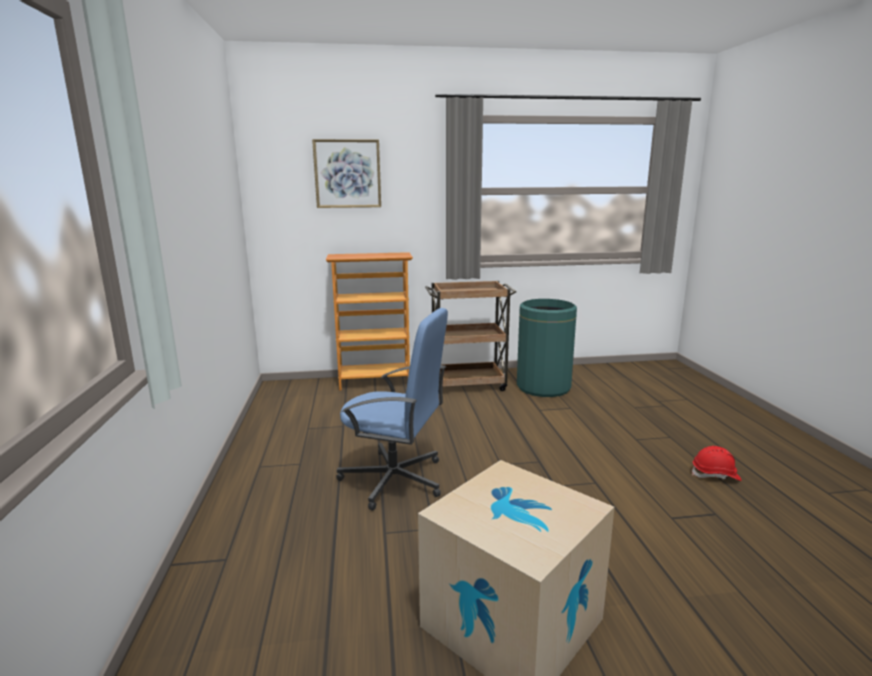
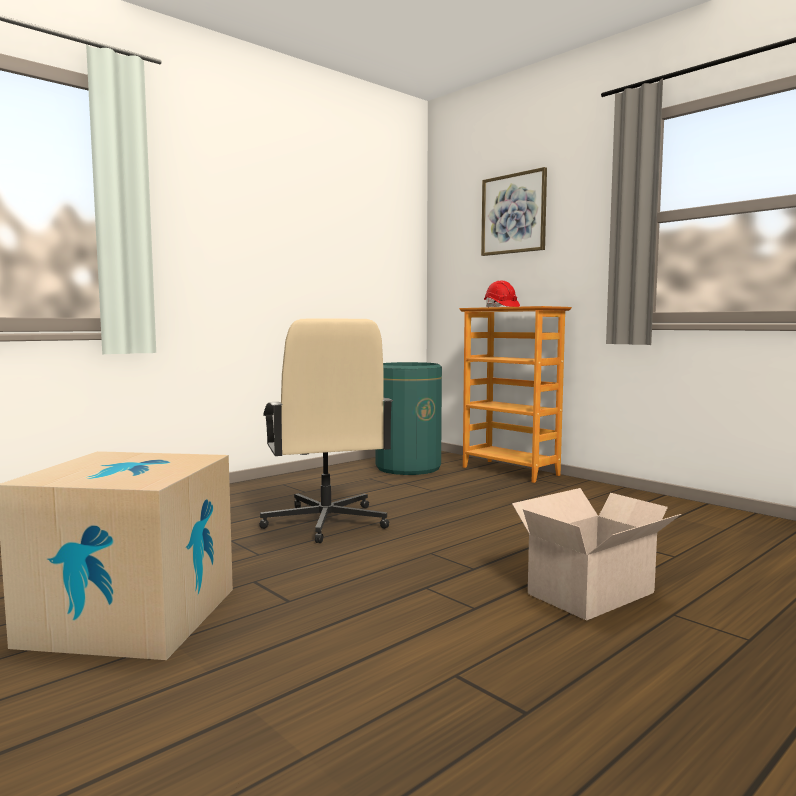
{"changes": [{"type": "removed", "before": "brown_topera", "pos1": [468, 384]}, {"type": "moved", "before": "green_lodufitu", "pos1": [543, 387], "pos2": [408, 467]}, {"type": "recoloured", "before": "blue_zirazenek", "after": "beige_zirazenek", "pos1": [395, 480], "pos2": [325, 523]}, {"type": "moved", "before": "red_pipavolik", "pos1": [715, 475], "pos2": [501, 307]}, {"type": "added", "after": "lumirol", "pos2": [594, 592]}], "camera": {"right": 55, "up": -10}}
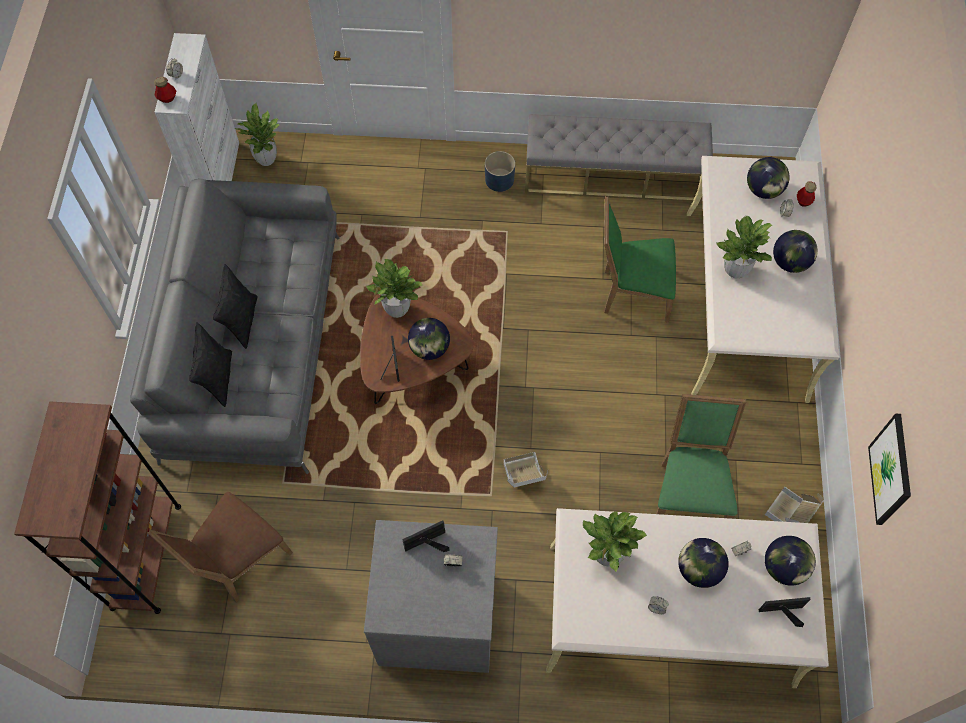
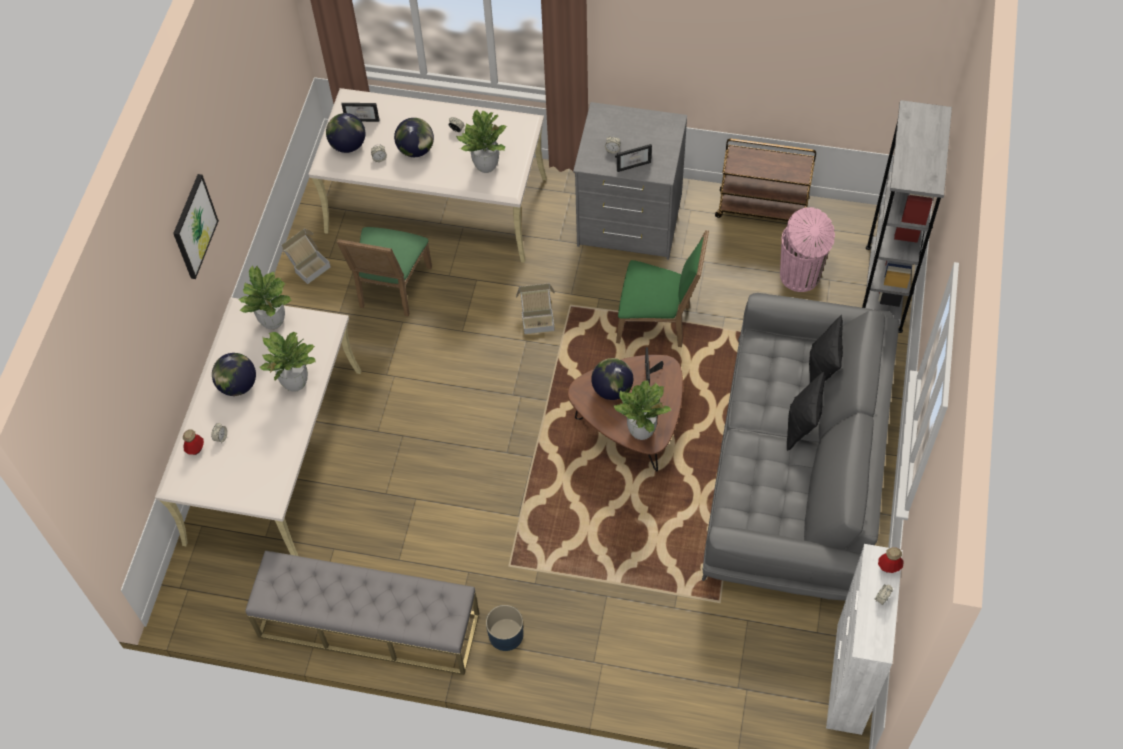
{"changes": [{"type": "moved", "before": "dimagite", "pos1": [266, 159], "pos2": [273, 322]}, {"type": "removed", "before": "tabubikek", "pos1": [763, 190]}, {"type": "moved", "before": "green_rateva", "pos1": [631, 292], "pos2": [658, 322]}, {"type": "recoloured", "before": "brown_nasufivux", "after": "grey_nasufivux", "pos1": [146, 556], "pos2": [883, 288]}, {"type": "moved", "before": "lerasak", "pos1": [891, 470], "pos2": [194, 226]}, {"type": "replaced", "before": "brown_rateva", "after": "pink_lodufitu", "pos1": [238, 561], "pos2": [801, 276]}, {"type": "added", "after": "brown_topera", "pos2": [762, 209]}], "camera": {"right": -170, "up": -5}}
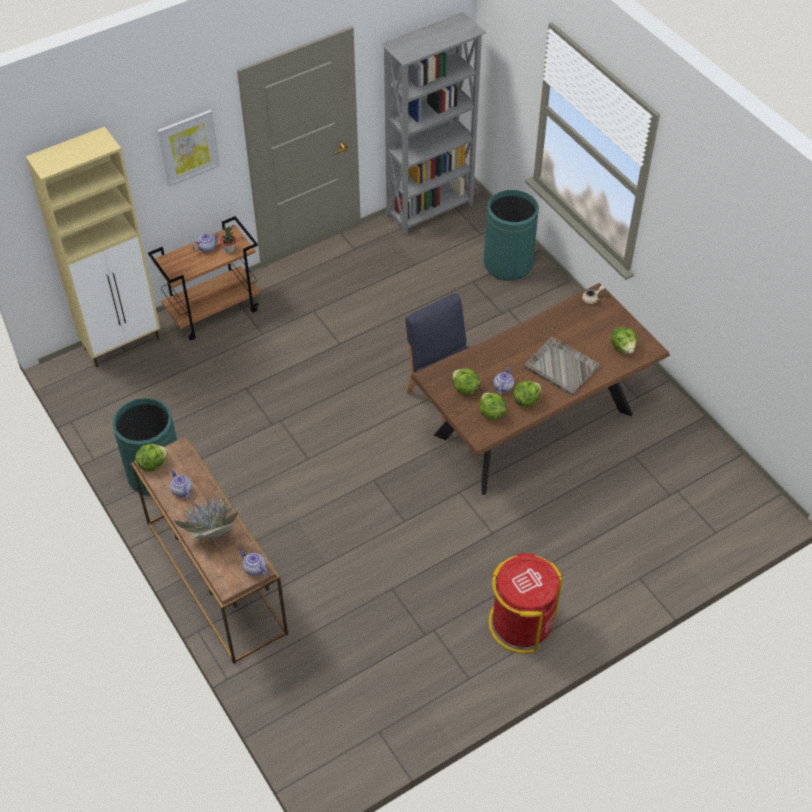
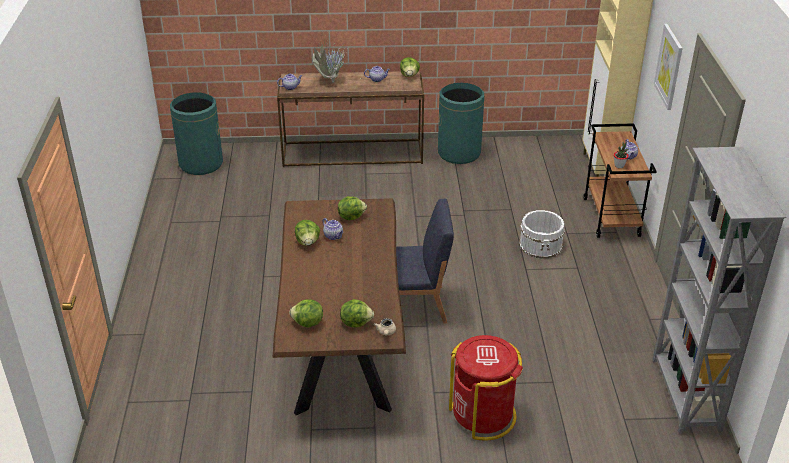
{"changes": [{"type": "moved", "before": "green_lodufitu", "pos1": [508, 264], "pos2": [201, 163]}, {"type": "removed", "before": "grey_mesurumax", "pos1": [561, 367]}, {"type": "moved", "before": "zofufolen", "pos1": [491, 413], "pos2": [356, 322]}, {"type": "moved", "before": "red_lodufitu", "pos1": [521, 623], "pos2": [483, 415]}, {"type": "added", "after": "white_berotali", "pos2": [541, 245]}], "camera": {"right": 120, "up": -15}}
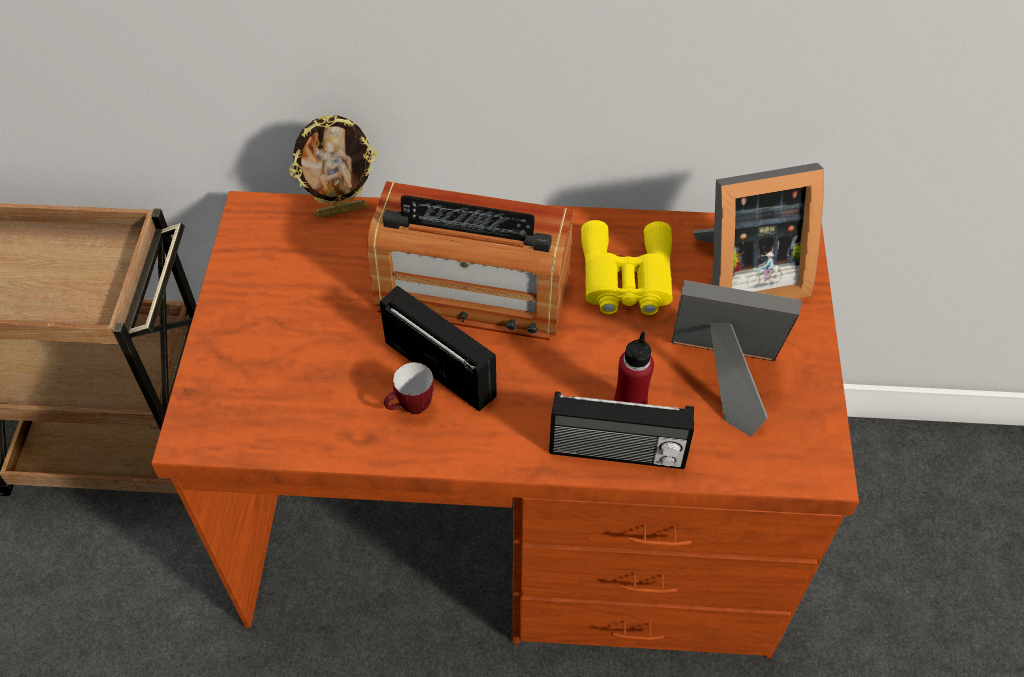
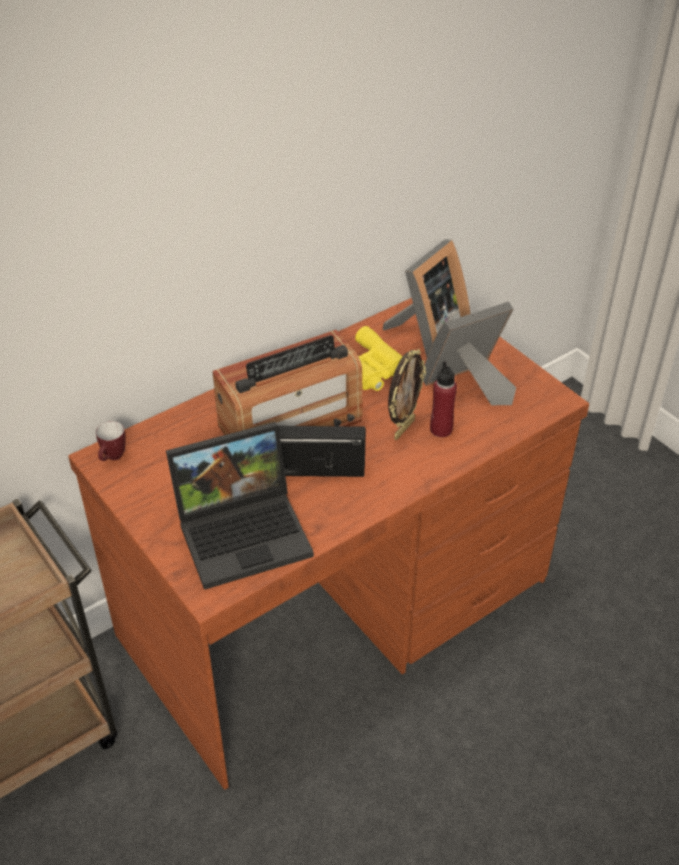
{"changes": [{"type": "moved", "before": "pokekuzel", "pos1": [341, 210], "pos2": [403, 428]}, {"type": "moved", "before": "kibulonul", "pos1": [411, 409], "pos2": [113, 458]}, {"type": "removed", "before": "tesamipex", "pos1": [617, 453]}, {"type": "added", "after": "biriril", "pos2": [245, 531]}], "camera": {"right": -40, "up": -10}}
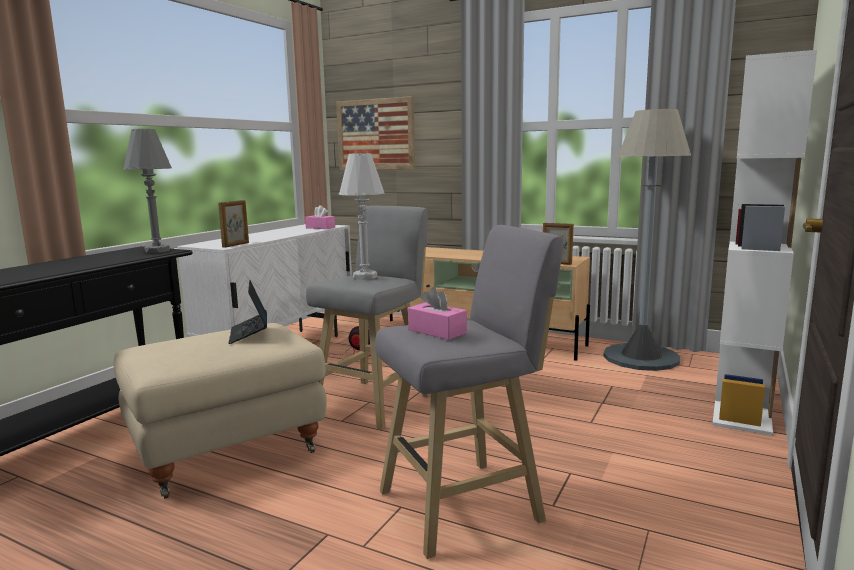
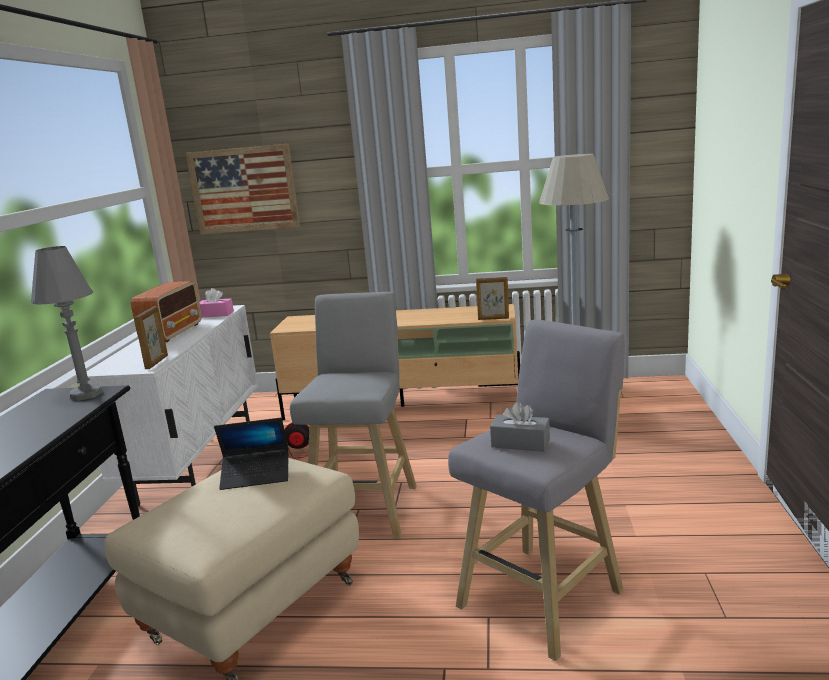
{"changes": [{"type": "removed", "before": "white_nasufivux", "pos1": [743, 396]}, {"type": "removed", "before": "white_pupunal", "pos1": [365, 277]}, {"type": "turned", "before": "biriril", "pos1": [249, 334], "pos2": [256, 475], "turn": -60}, {"type": "recoloured", "before": "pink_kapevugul", "after": "grey_kapevugul", "pos1": [437, 331], "pos2": [520, 443]}, {"type": "added", "after": "tesamipex", "pos2": [173, 333]}], "camera": {"right": -20, "up": 5}}
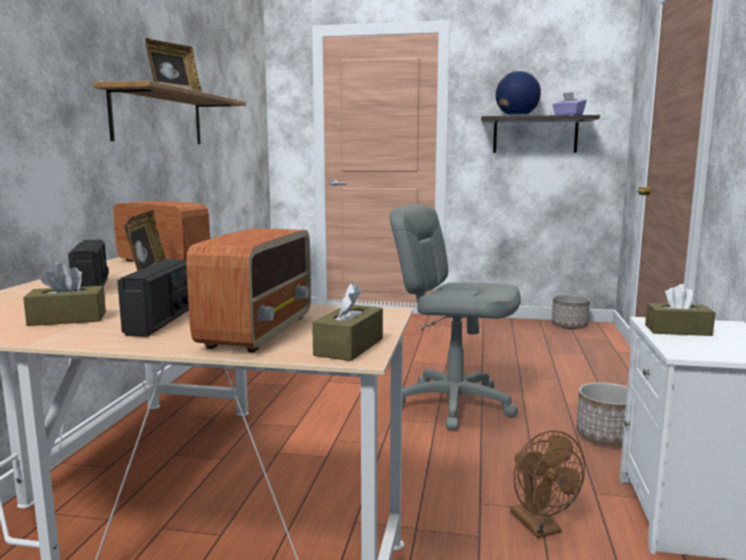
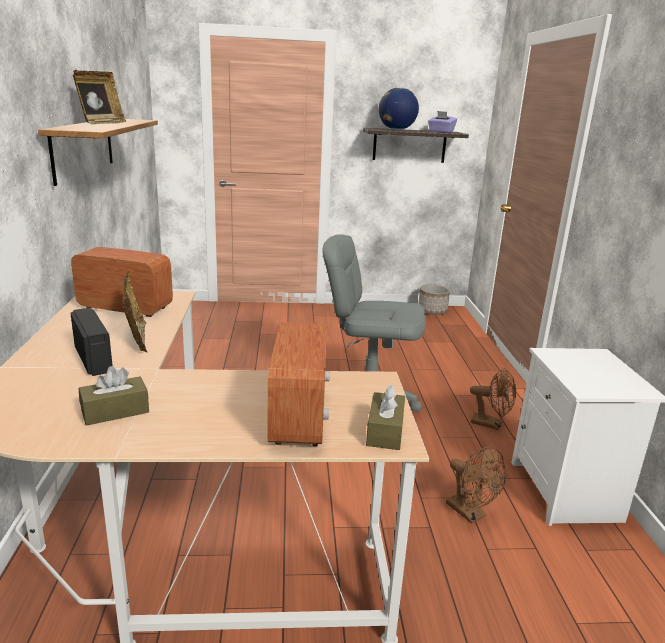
{"changes": [{"type": "removed", "before": "tesamipex", "pos1": [160, 321]}, {"type": "removed", "before": "brown_kapevugul", "pos1": [677, 330]}, {"type": "replaced", "before": "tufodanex", "after": "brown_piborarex", "pos1": [605, 436], "pos2": [491, 424]}], "camera": {"right": -15, "up": 10}}
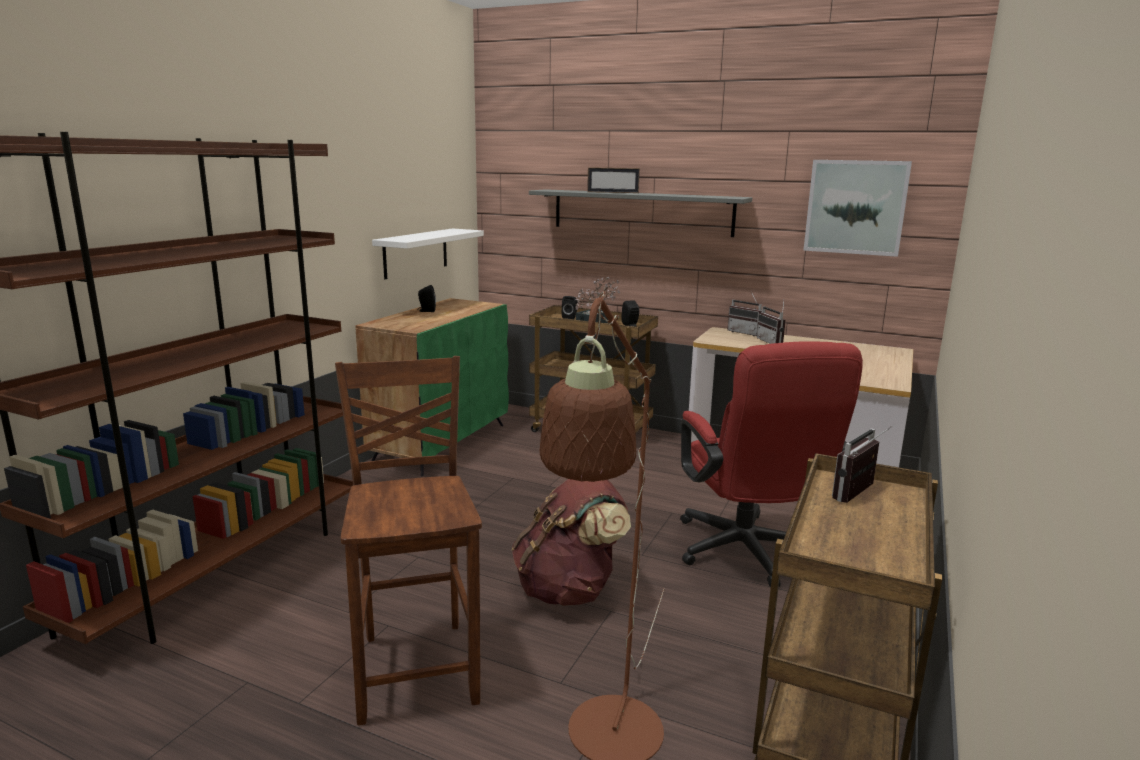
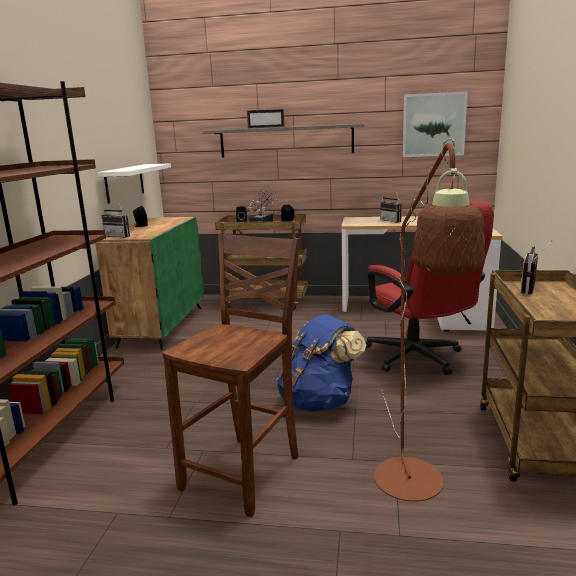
{"changes": [{"type": "moved", "before": "tesamipex", "pos1": [746, 333], "pos2": [120, 236]}, {"type": "turned", "before": "brown_rateva", "pos1": [418, 667], "pos2": [245, 472], "turn": 60}, {"type": "recoloured", "before": "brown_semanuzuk", "after": "blue_semanuzuk", "pos1": [569, 590], "pos2": [319, 401]}], "camera": {"right": -15, "up": 0}}
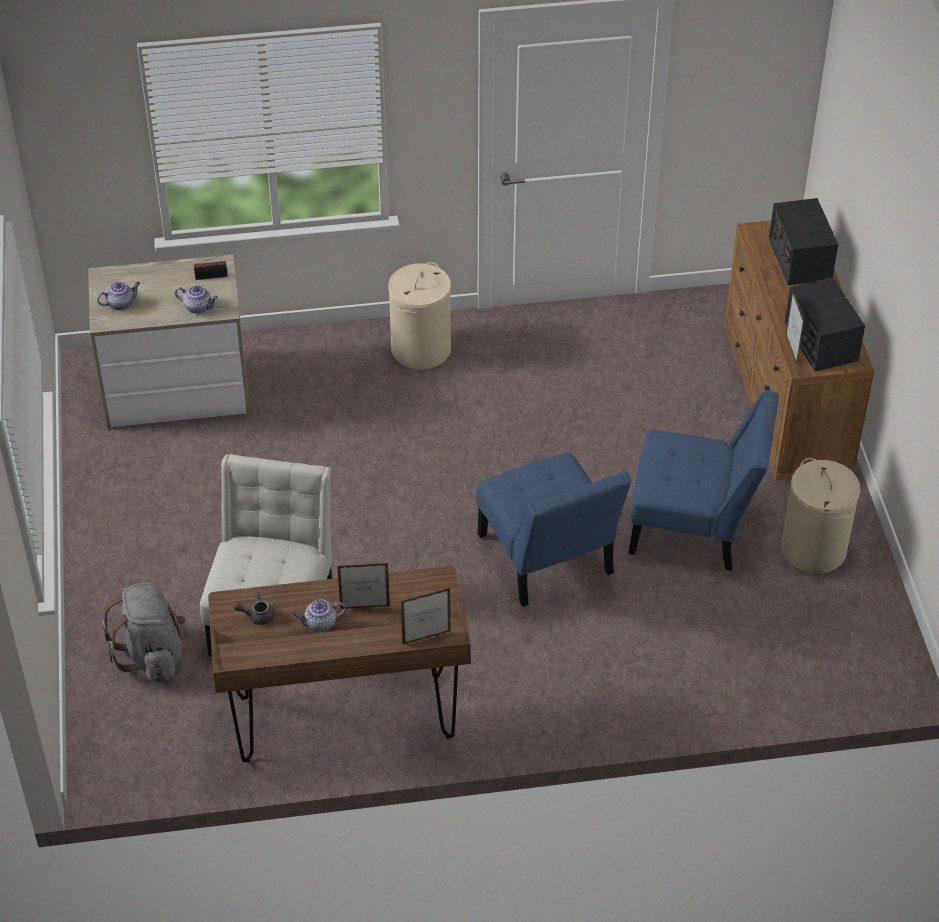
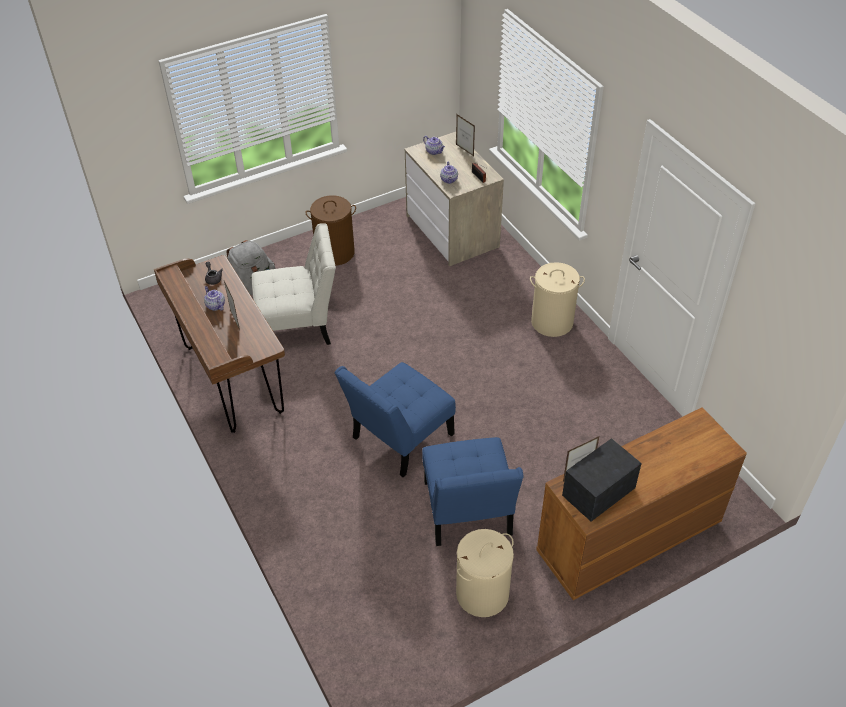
{"changes": [{"type": "removed", "before": "tesamipex", "pos1": [799, 258]}, {"type": "moved", "before": "pokekuzel", "pos1": [426, 637], "pos2": [465, 150]}, {"type": "added", "after": "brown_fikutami", "pos2": [335, 253]}], "camera": {"right": 70, "up": 0}}
